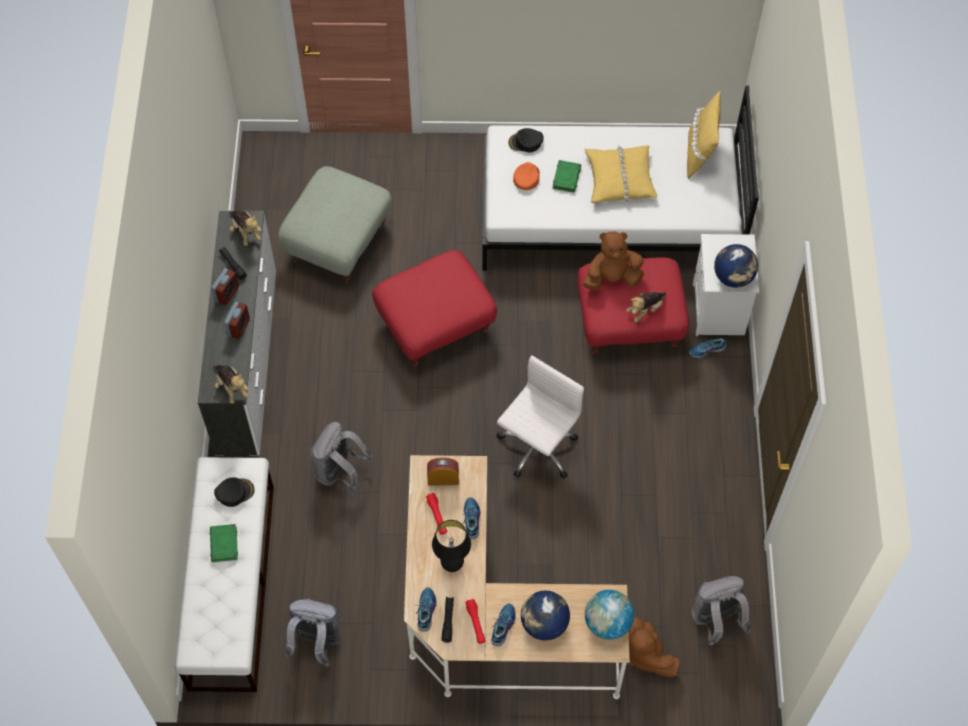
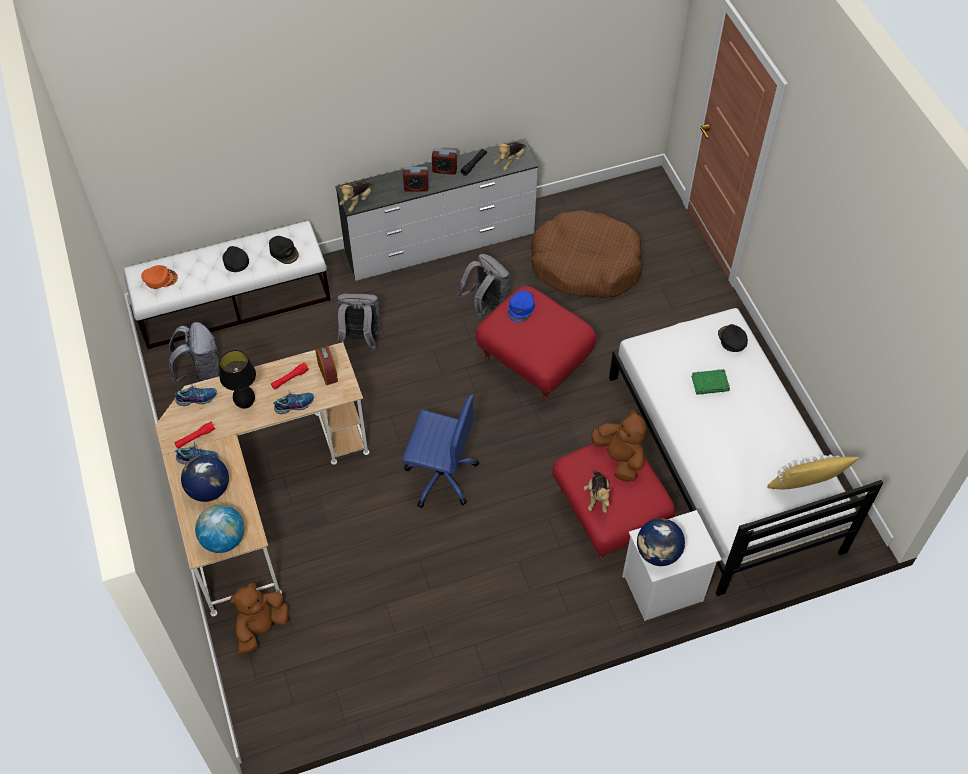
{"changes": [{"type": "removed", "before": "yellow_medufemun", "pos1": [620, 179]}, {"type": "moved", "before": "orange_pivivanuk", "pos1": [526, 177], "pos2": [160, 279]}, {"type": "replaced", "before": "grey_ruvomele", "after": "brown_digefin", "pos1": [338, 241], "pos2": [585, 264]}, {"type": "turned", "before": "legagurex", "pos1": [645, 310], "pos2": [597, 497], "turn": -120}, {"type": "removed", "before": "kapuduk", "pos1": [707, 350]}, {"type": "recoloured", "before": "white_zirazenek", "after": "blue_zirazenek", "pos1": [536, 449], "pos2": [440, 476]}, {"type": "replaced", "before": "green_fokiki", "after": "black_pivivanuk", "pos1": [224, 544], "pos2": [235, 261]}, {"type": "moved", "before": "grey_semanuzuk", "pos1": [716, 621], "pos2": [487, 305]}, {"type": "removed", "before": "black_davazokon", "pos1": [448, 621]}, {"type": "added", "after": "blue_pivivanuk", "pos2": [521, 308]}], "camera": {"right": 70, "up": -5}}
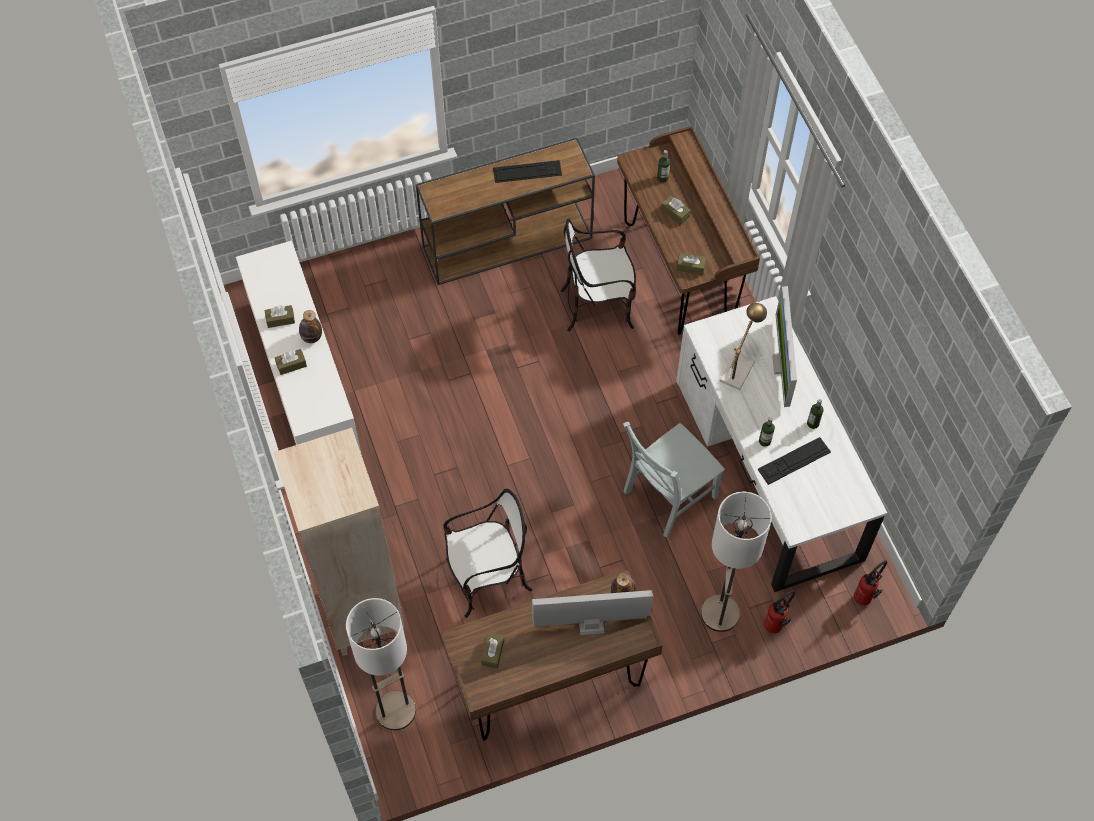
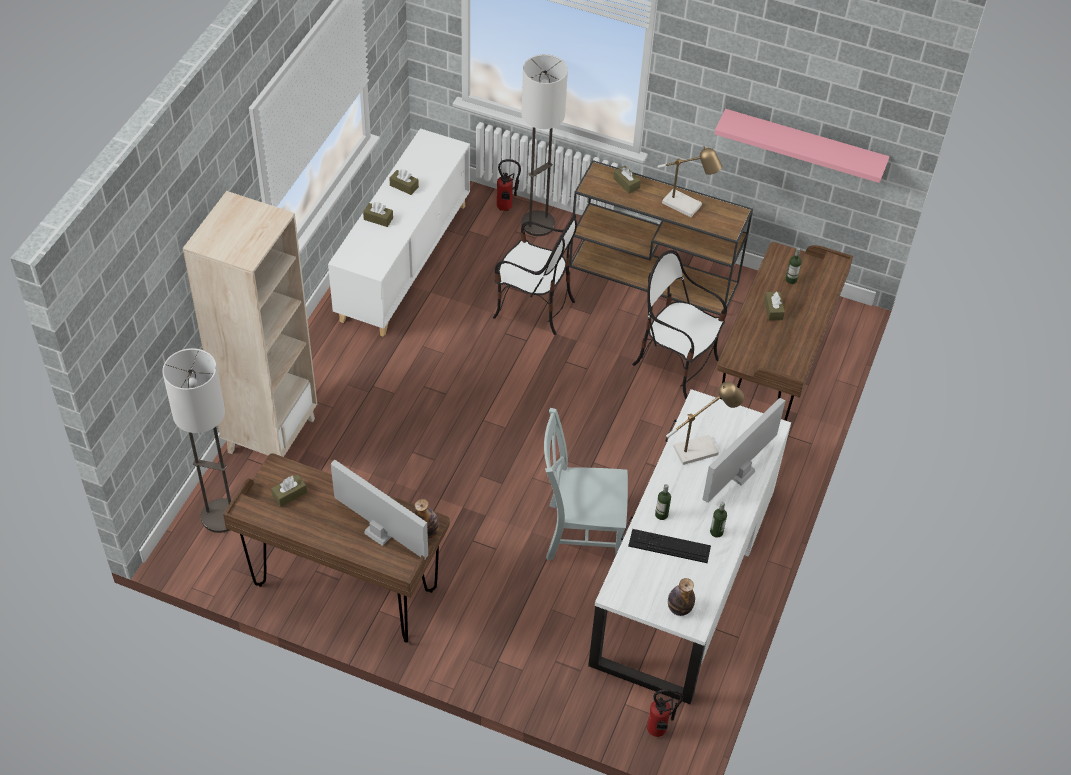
{"changes": [{"type": "replaced", "before": "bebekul", "after": "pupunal", "pos1": [527, 172], "pos2": [686, 206]}, {"type": "moved", "before": "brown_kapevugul", "pos1": [690, 267], "pos2": [626, 183]}, {"type": "moved", "before": "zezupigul", "pos1": [311, 337], "pos2": [679, 608]}, {"type": "moved", "before": "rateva", "pos1": [488, 578], "pos2": [533, 307]}, {"type": "moved", "before": "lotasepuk", "pos1": [720, 613], "pos2": [538, 224]}, {"type": "moved", "before": "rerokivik", "pos1": [776, 625], "pos2": [507, 208]}, {"type": "added", "after": "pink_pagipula", "pos2": [803, 145]}], "camera": {"right": 40, "up": -10}}
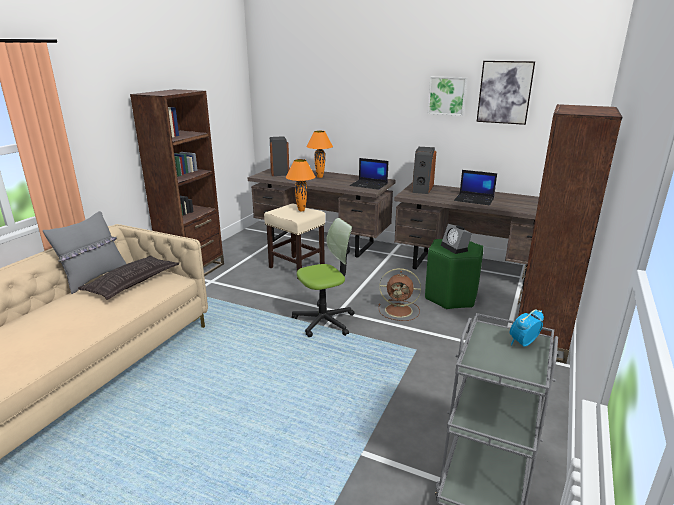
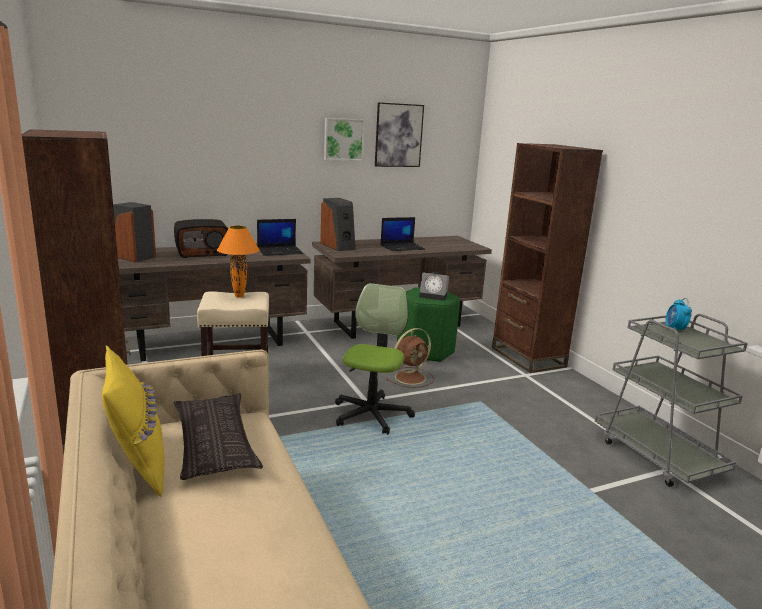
{"changes": [{"type": "replaced", "before": "orange_pupunal", "after": "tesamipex", "pos1": [320, 177], "pos2": [202, 253]}, {"type": "recoloured", "before": "grey_medufemun", "after": "yellow_medufemun", "pos1": [94, 278], "pos2": [138, 465]}], "camera": {"right": -50, "up": -5}}
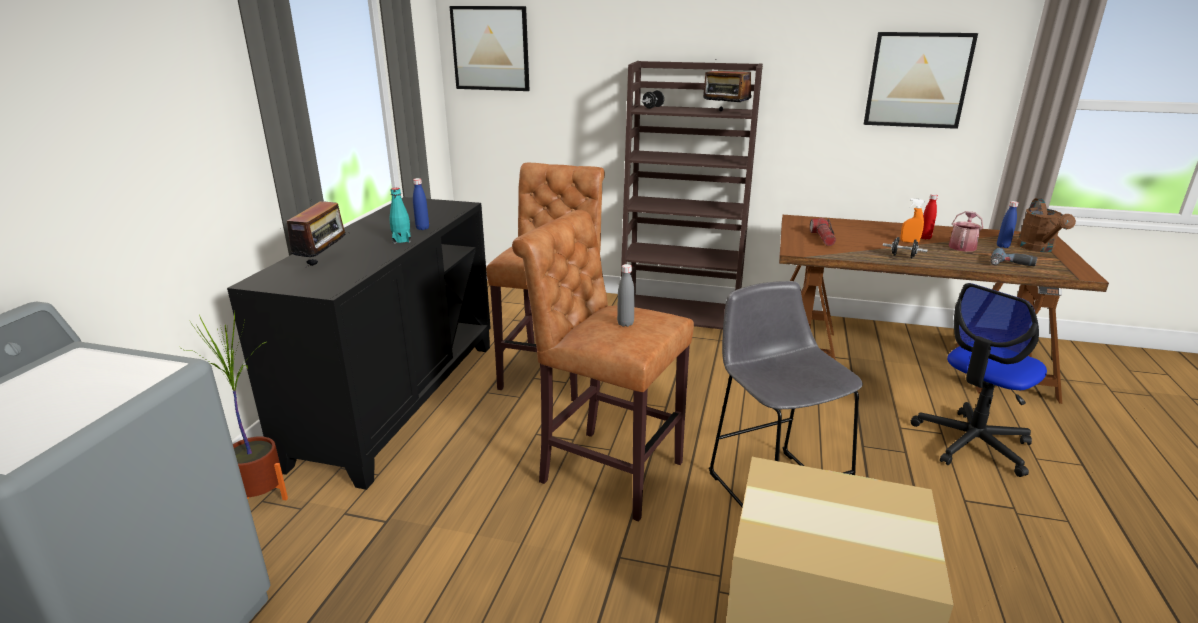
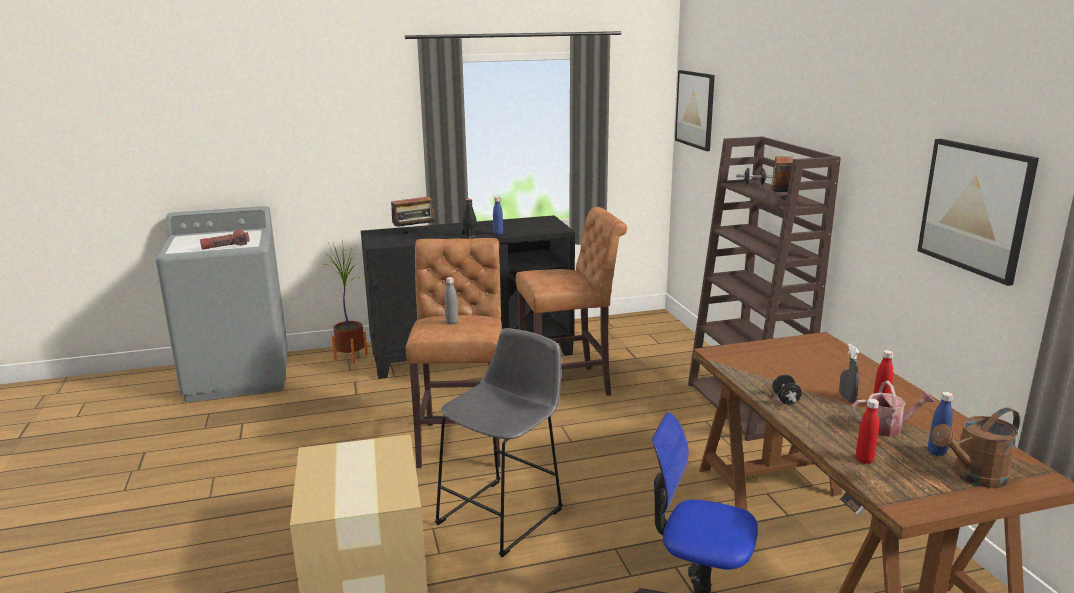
{"changes": [{"type": "recoloured", "before": "turquoise_zezupigul", "after": "black_zezupigul", "pos1": [401, 240], "pos2": [470, 236]}, {"type": "recoloured", "before": "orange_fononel", "after": "grey_fononel", "pos1": [909, 242], "pos2": [846, 398]}, {"type": "moved", "before": "davazokon", "pos1": [823, 238], "pos2": [225, 247]}, {"type": "replaced", "before": "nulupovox", "after": "red_zezupigul", "pos1": [1011, 264], "pos2": [864, 460]}], "camera": {"right": 60, "up": -5}}
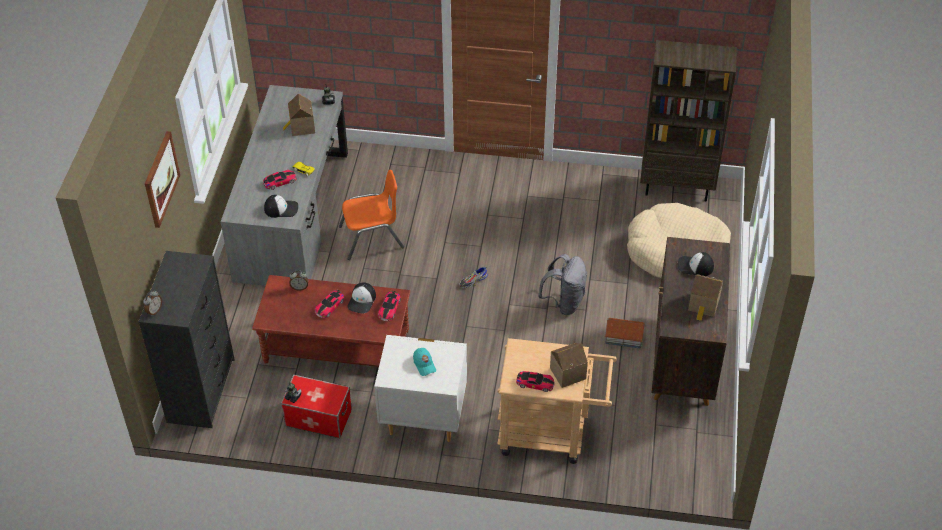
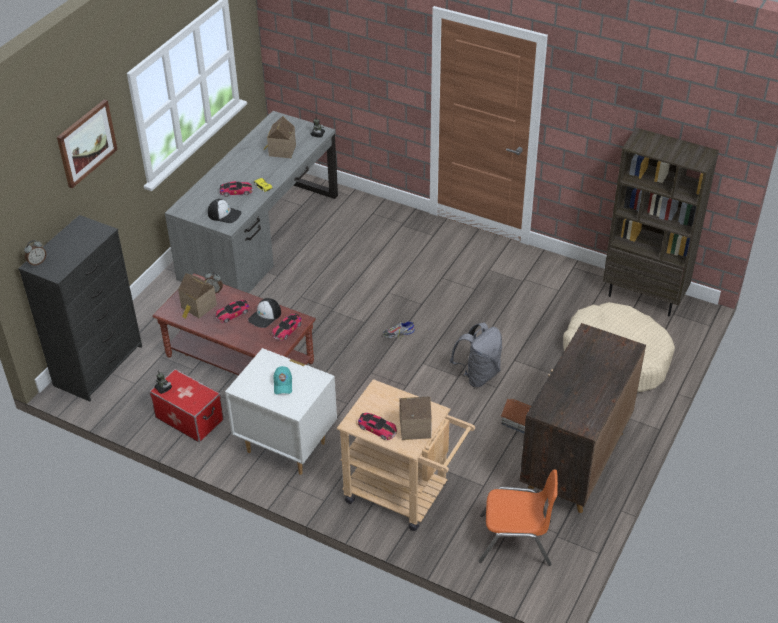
{"changes": [{"type": "moved", "before": "orange_rateva", "pos1": [372, 238], "pos2": [515, 541]}, {"type": "removed", "before": "pivivanuk", "pos1": [695, 266]}, {"type": "moved", "before": "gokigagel", "pos1": [703, 305], "pos2": [198, 307]}], "camera": {"right": 20, "up": -5}}
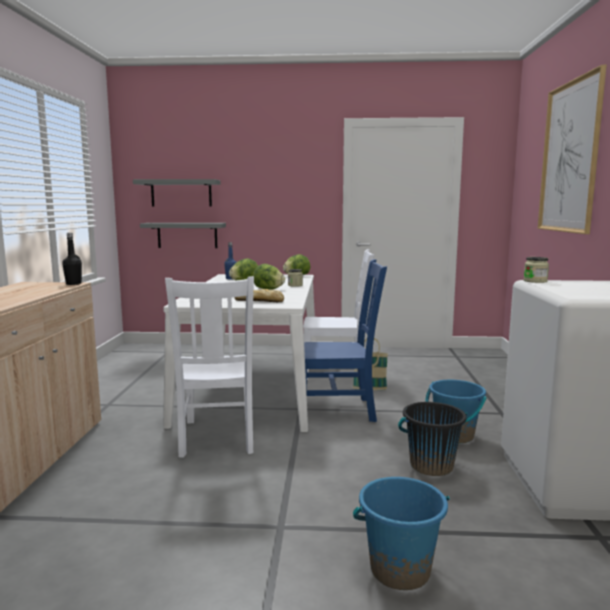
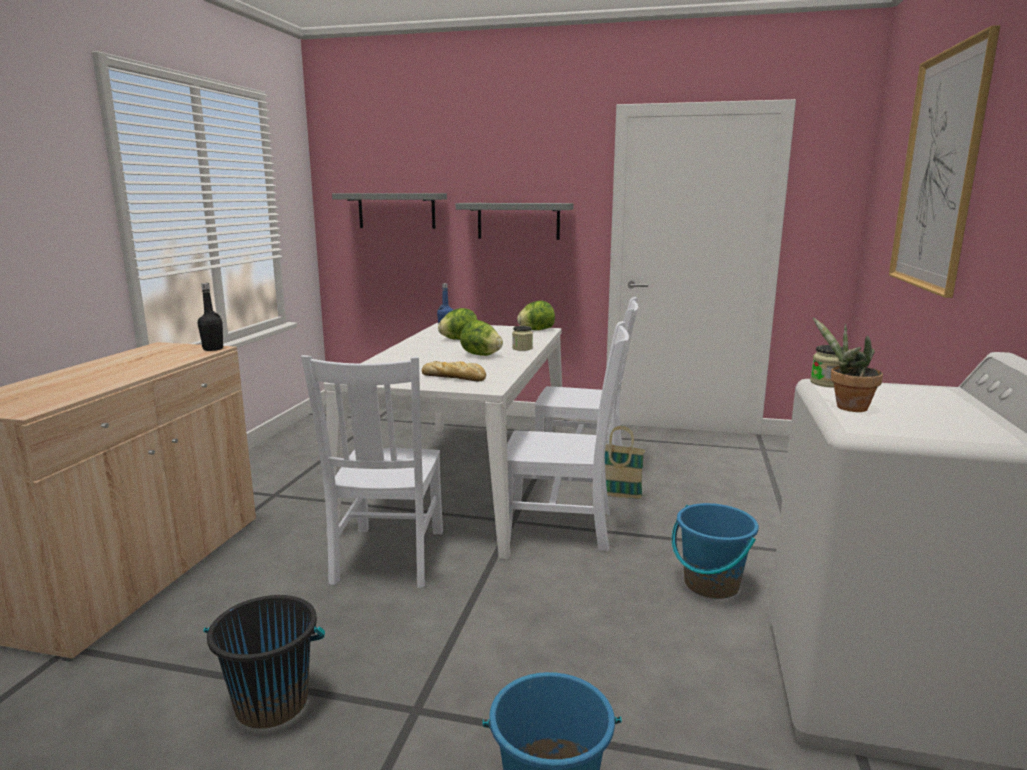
{"changes": [{"type": "moved", "before": "grey_pagipula", "pos1": [187, 235], "pos2": [518, 221]}, {"type": "recoloured", "before": "blue_rateva", "after": "white_rateva", "pos1": [339, 410], "pos2": [563, 527]}, {"type": "moved", "before": "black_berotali", "pos1": [431, 466], "pos2": [272, 703]}, {"type": "added", "after": "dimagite", "pos2": [846, 407]}], "camera": {"right": 10, "up": 5}}
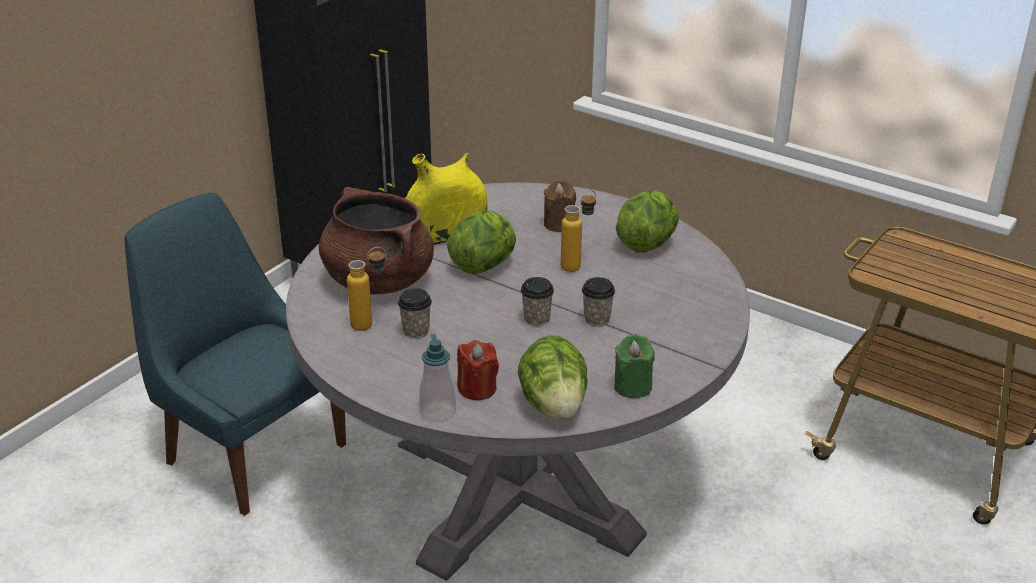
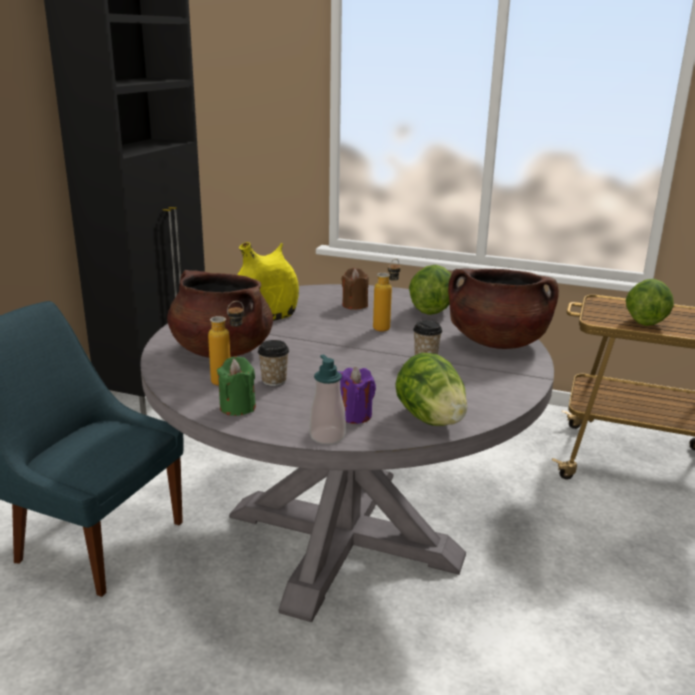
{"changes": [{"type": "moved", "before": "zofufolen", "pos1": [484, 265], "pos2": [645, 322]}, {"type": "removed", "before": "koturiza", "pos1": [536, 319]}, {"type": "moved", "before": "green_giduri", "pos1": [632, 387], "pos2": [237, 407]}, {"type": "recoloured", "before": "red_giduri", "after": "purple_giduri", "pos1": [477, 388], "pos2": [353, 415]}, {"type": "added", "after": "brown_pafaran", "pos2": [497, 342]}], "camera": {"right": -15, "up": -10}}
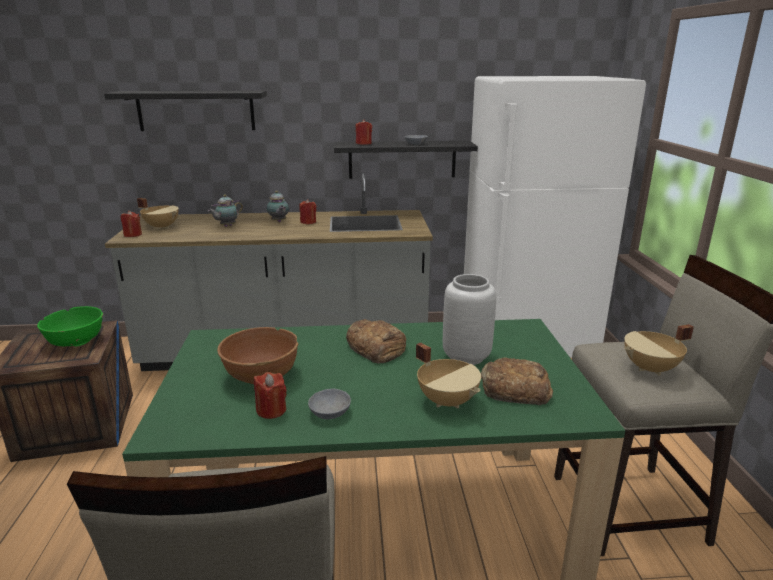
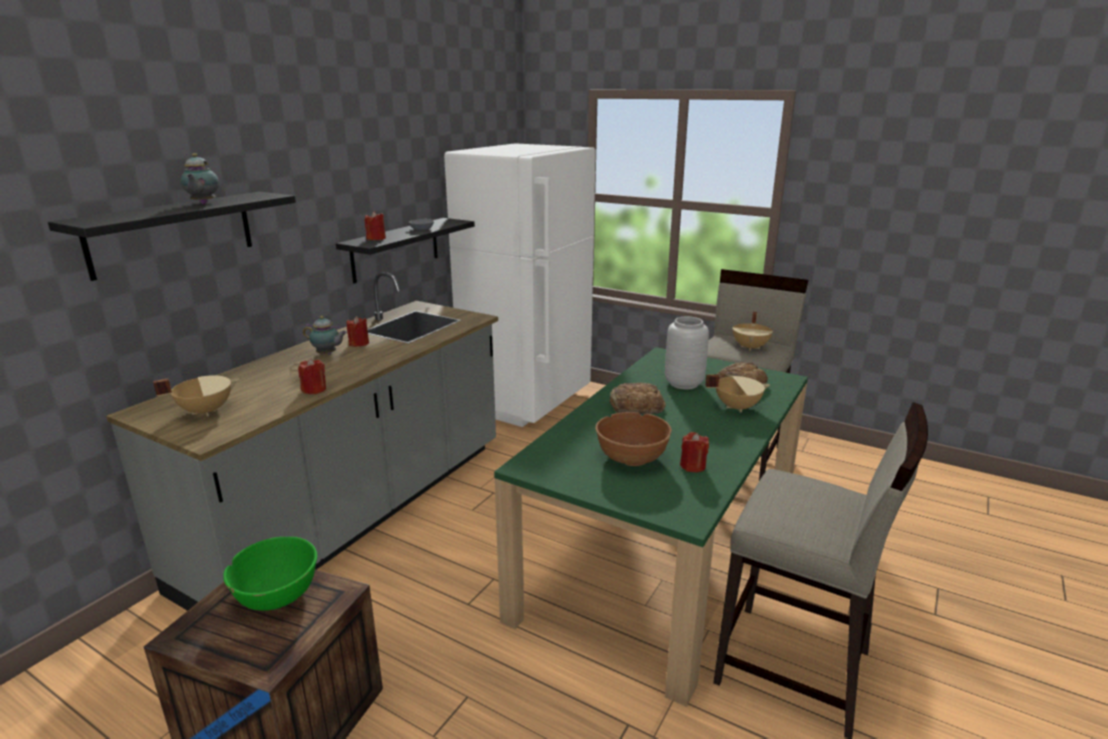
{"changes": [{"type": "moved", "before": "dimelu", "pos1": [227, 226], "pos2": [203, 203]}, {"type": "moved", "before": "red_giduri", "pos1": [133, 235], "pos2": [314, 390]}, {"type": "removed", "before": "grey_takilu", "pos1": [328, 411]}], "camera": {"right": -55, "up": 0}}
